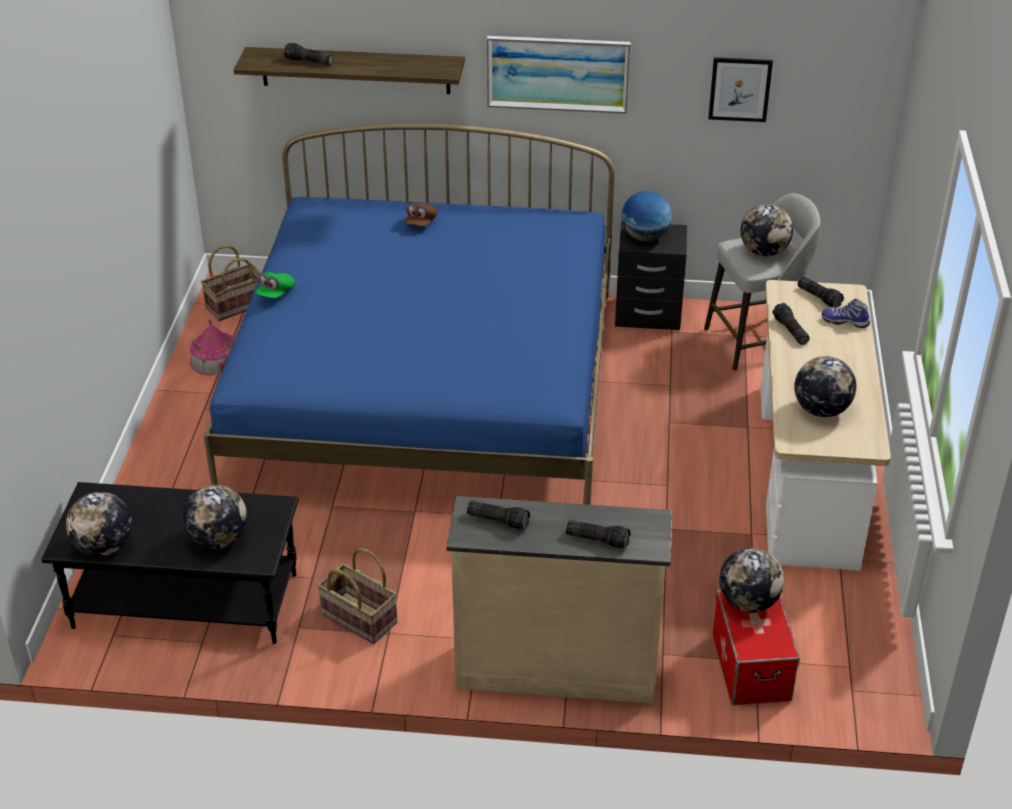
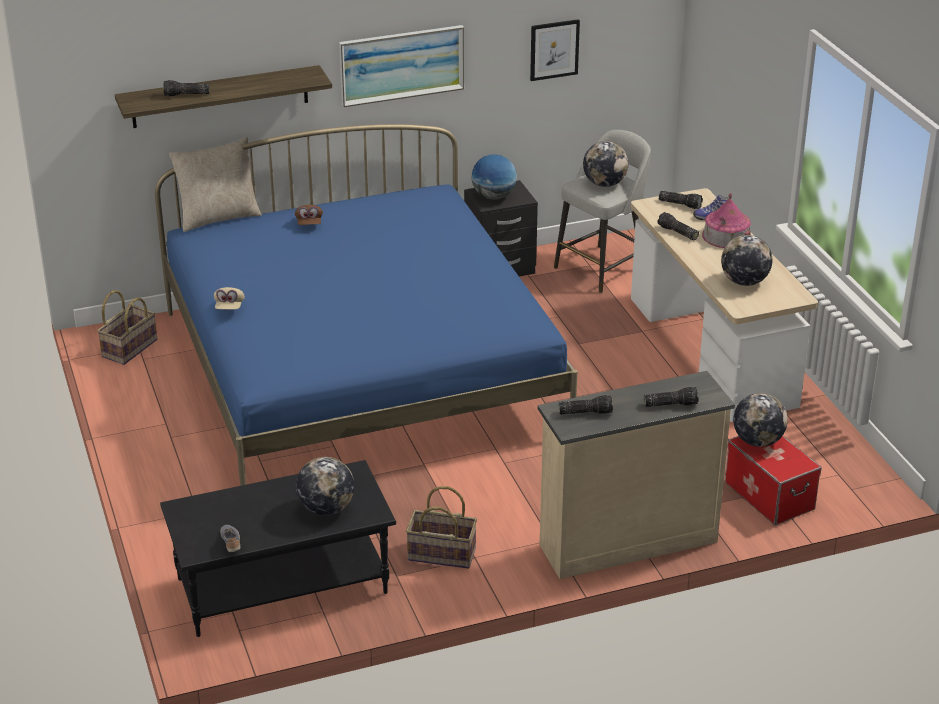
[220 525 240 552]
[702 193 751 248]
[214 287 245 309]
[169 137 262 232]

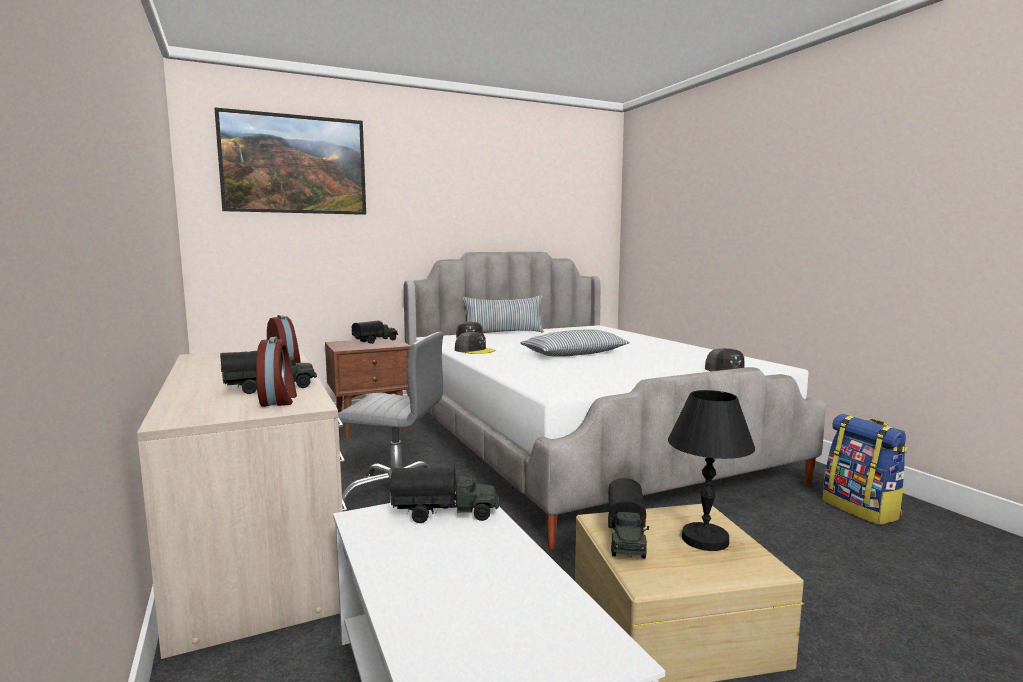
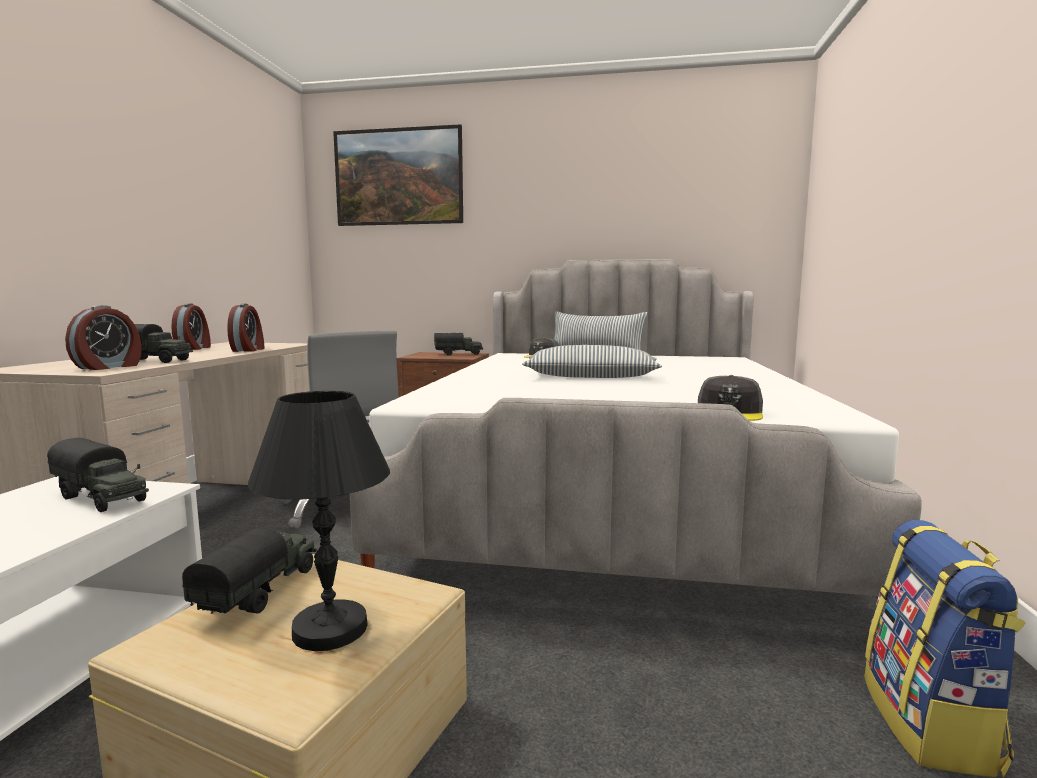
[455 332 495 354] (first image)
[182 528 317 614]
[171 303 211 350]

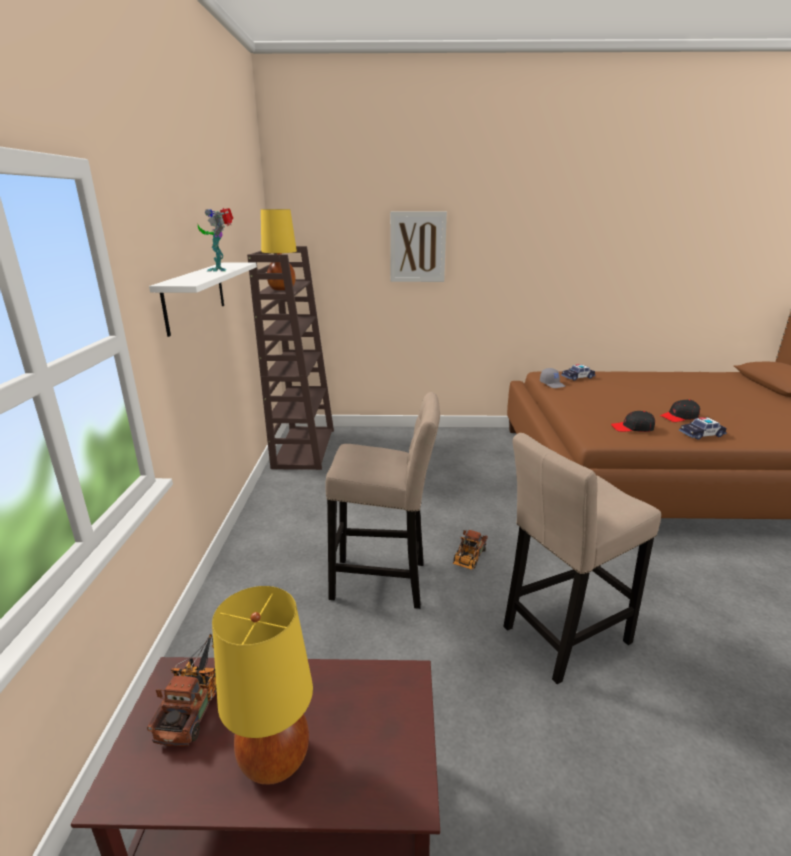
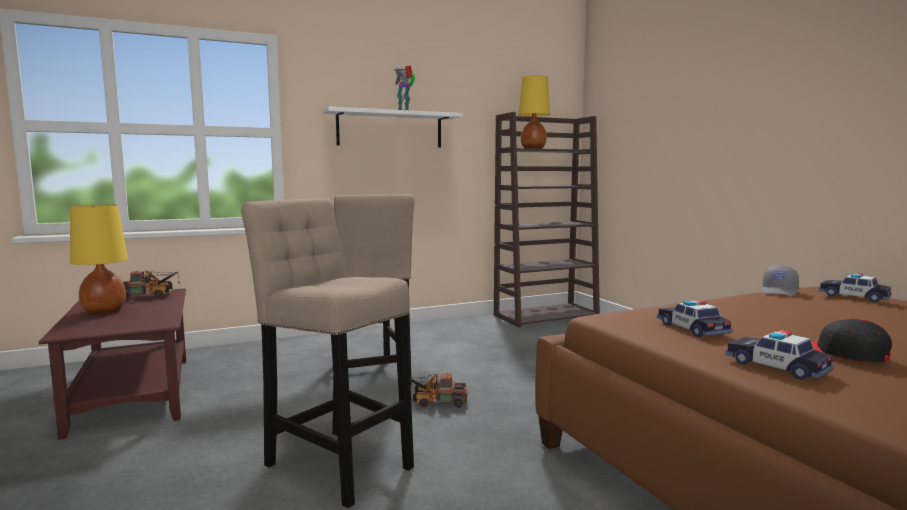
[390 212 447 282] (first image)
[657 300 733 337]

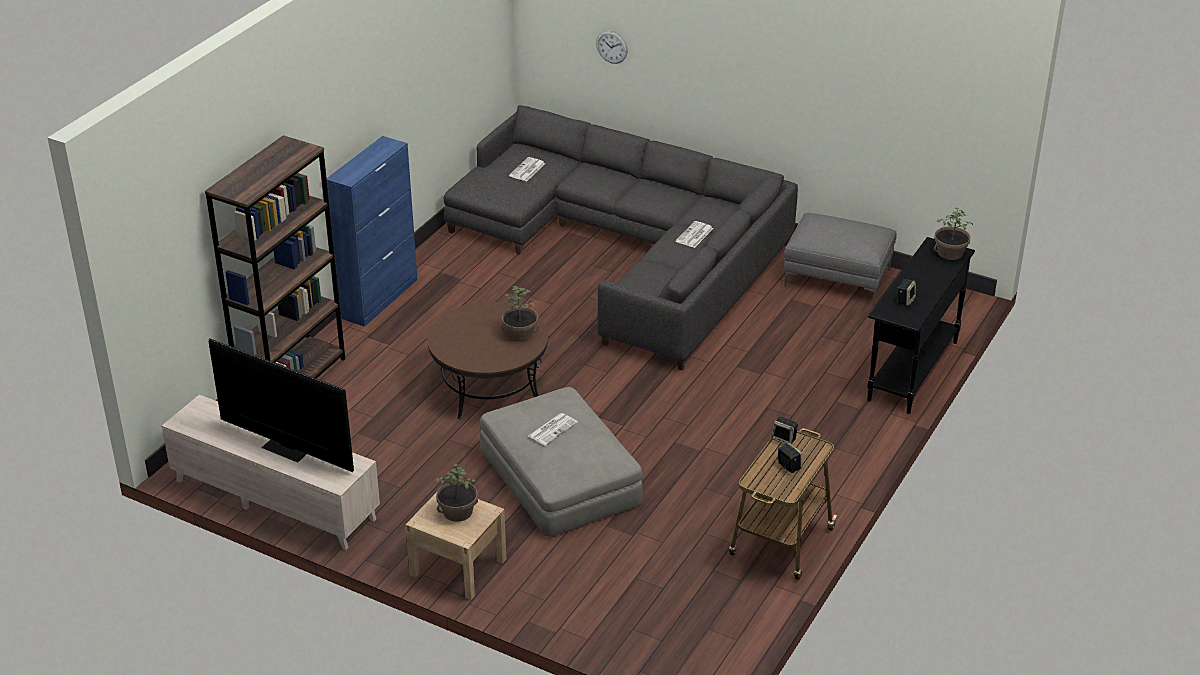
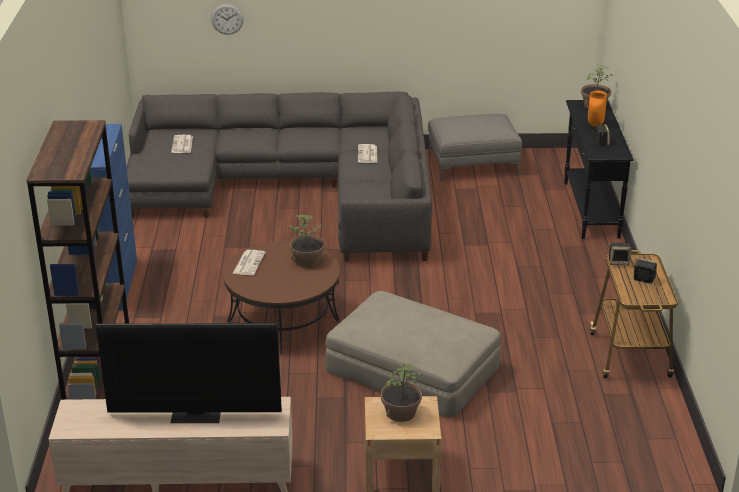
[233 250 266 275]
[588 91 607 127]

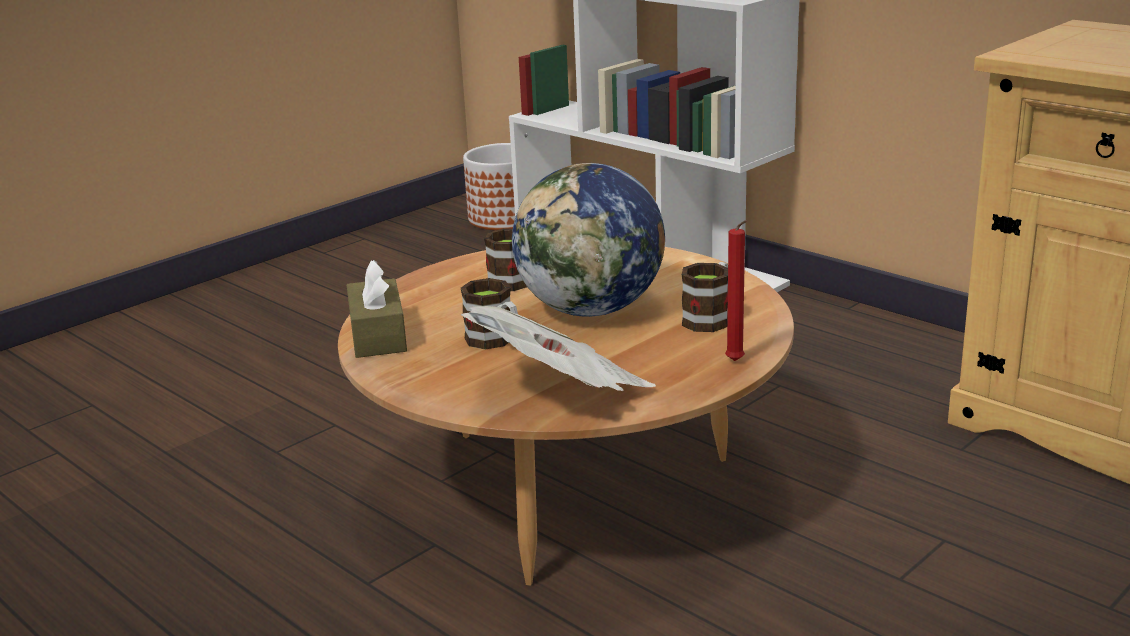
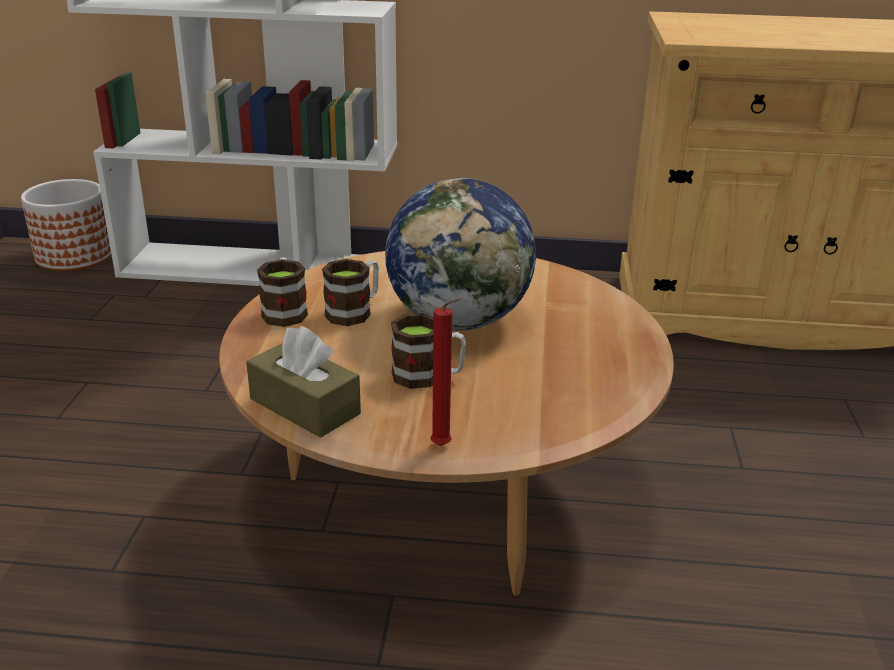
[460 306 656 391] (first image)
[257 257 308 327]
[430 298 461 446]

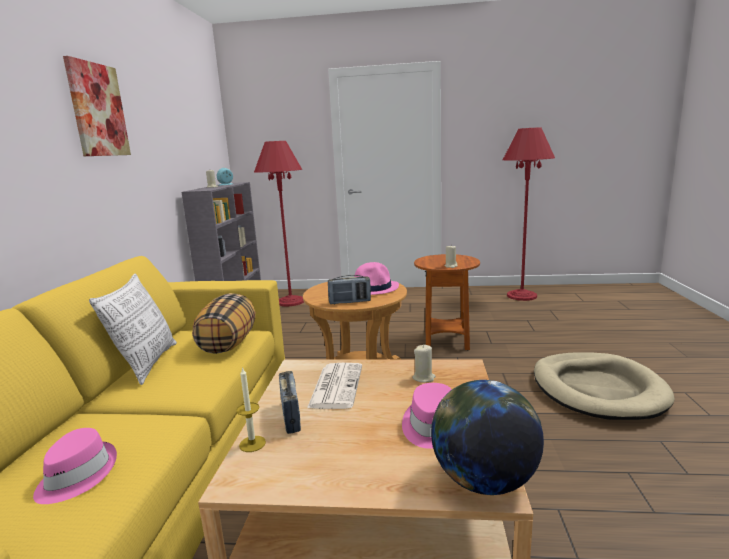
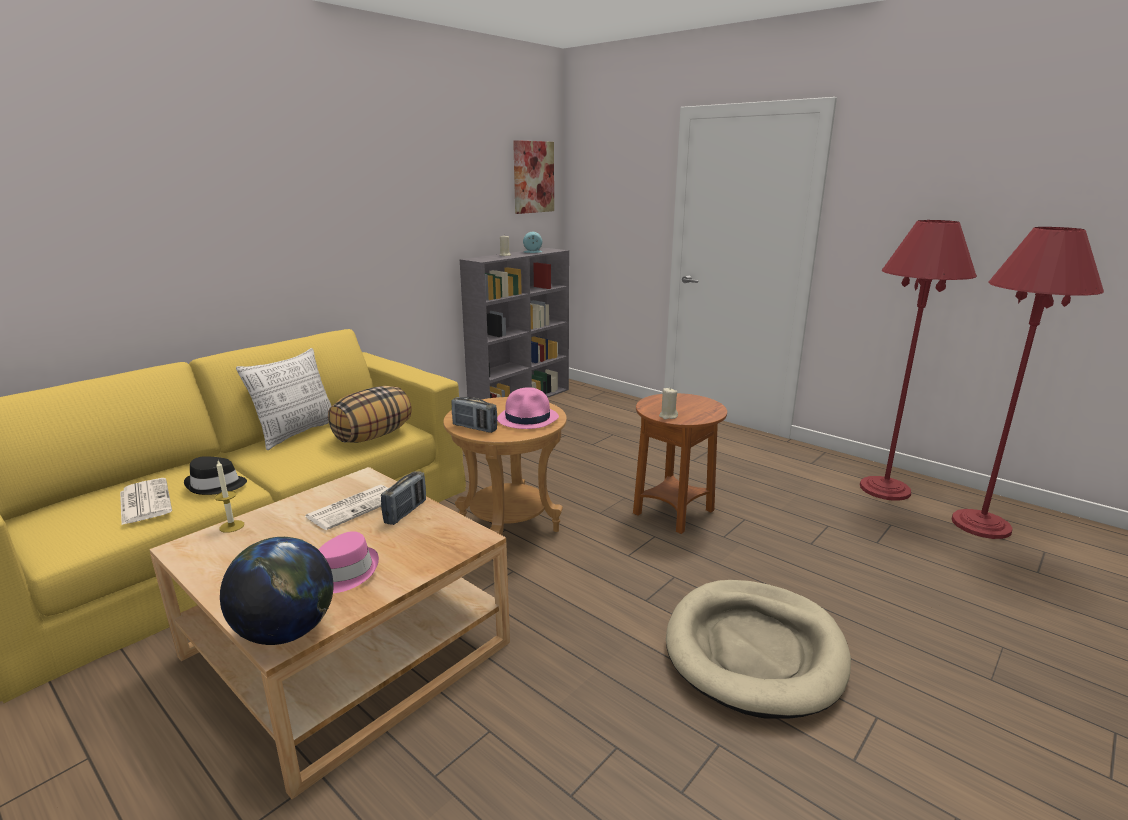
[120 478 172 525]
[513 140 554 214]
[951 227 1104 539]
[381 471 426 525]
[413 344 436 383] (first image)
[184 456 247 495]

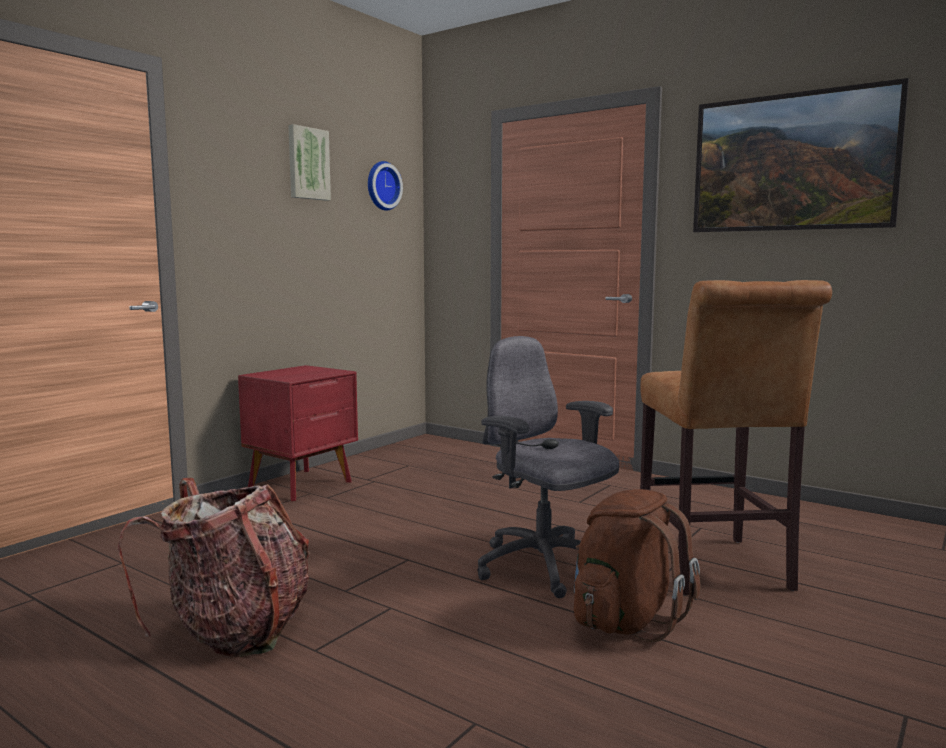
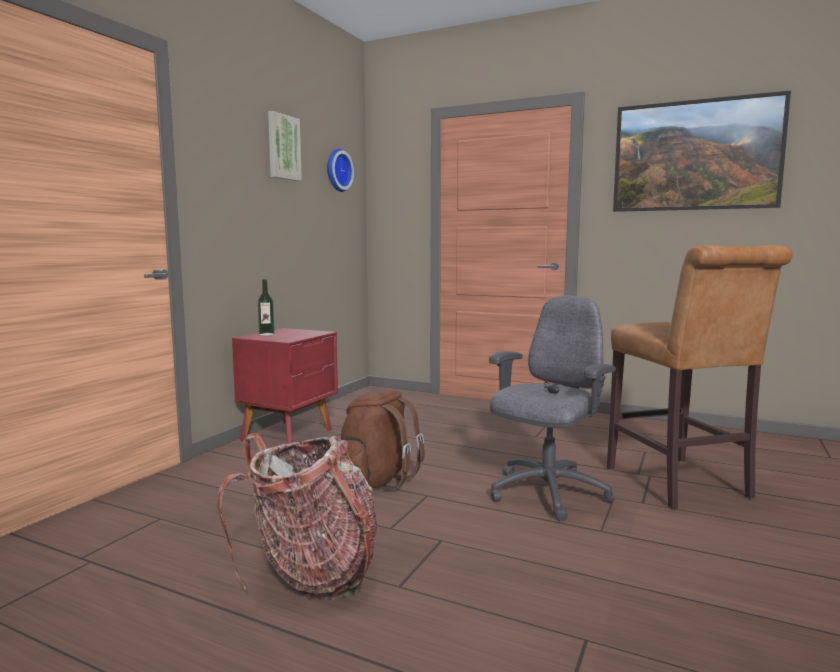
[489 295 616 521]
[341 389 425 491]
[258 279 275 336]

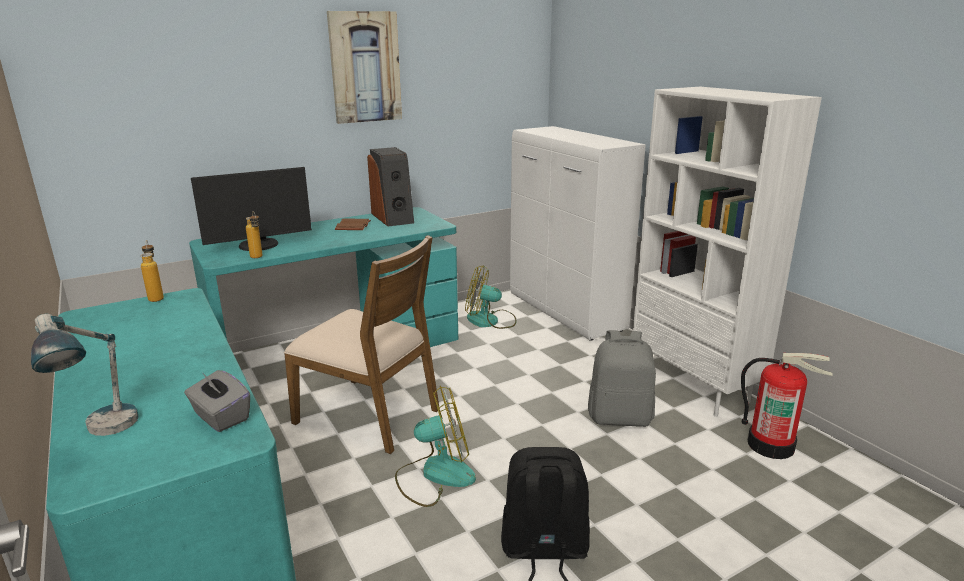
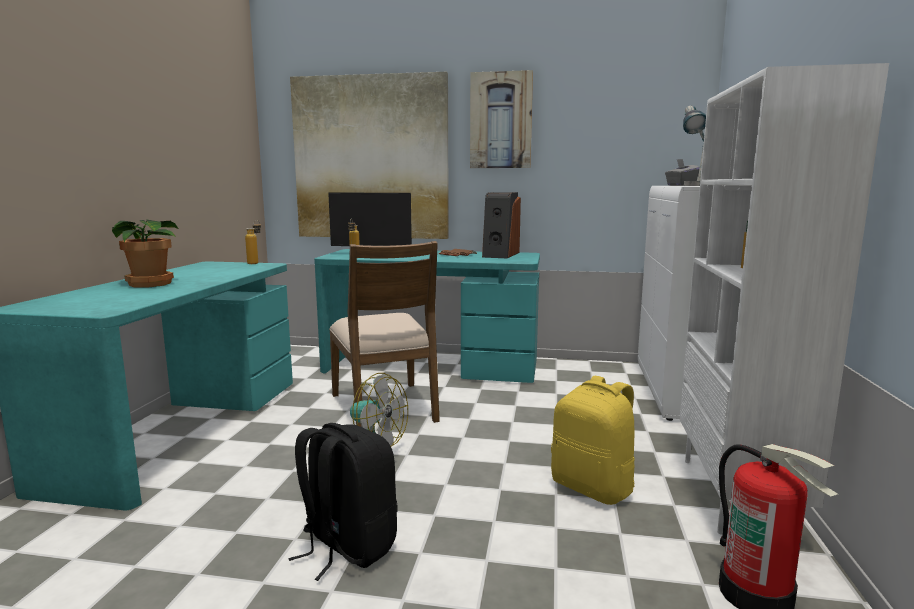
[683 106 706 186]
[665 159 700 186]
[465 265 517 329] (first image)
[551 376 635 505]
[112 220 179 288]
[290 72 449 239]

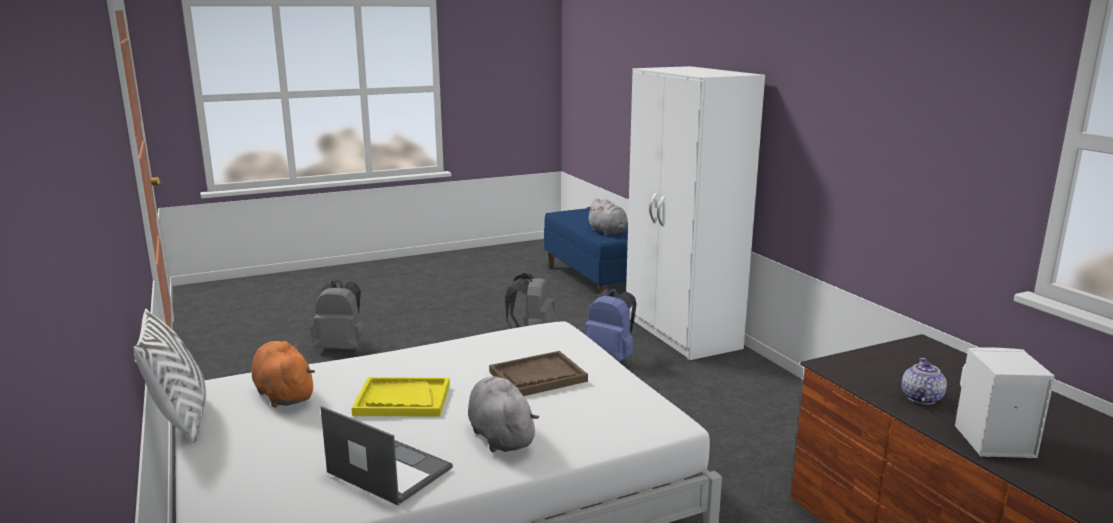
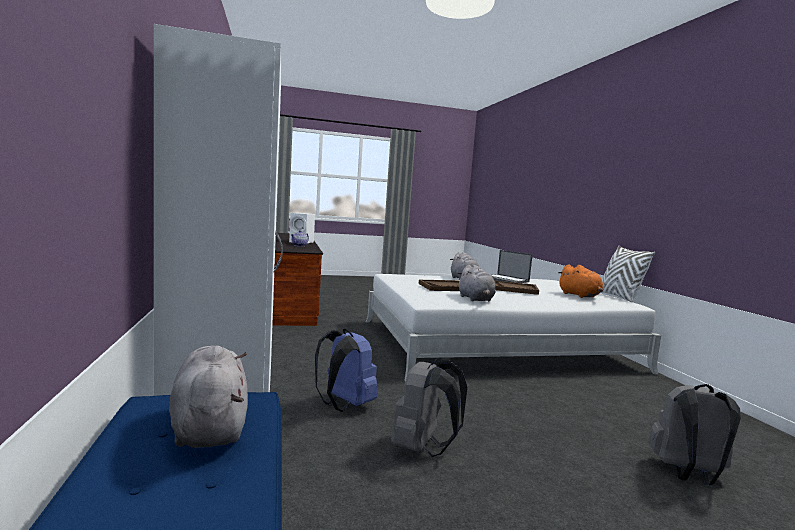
[494 280 539 295]
[458 265 496 302]

